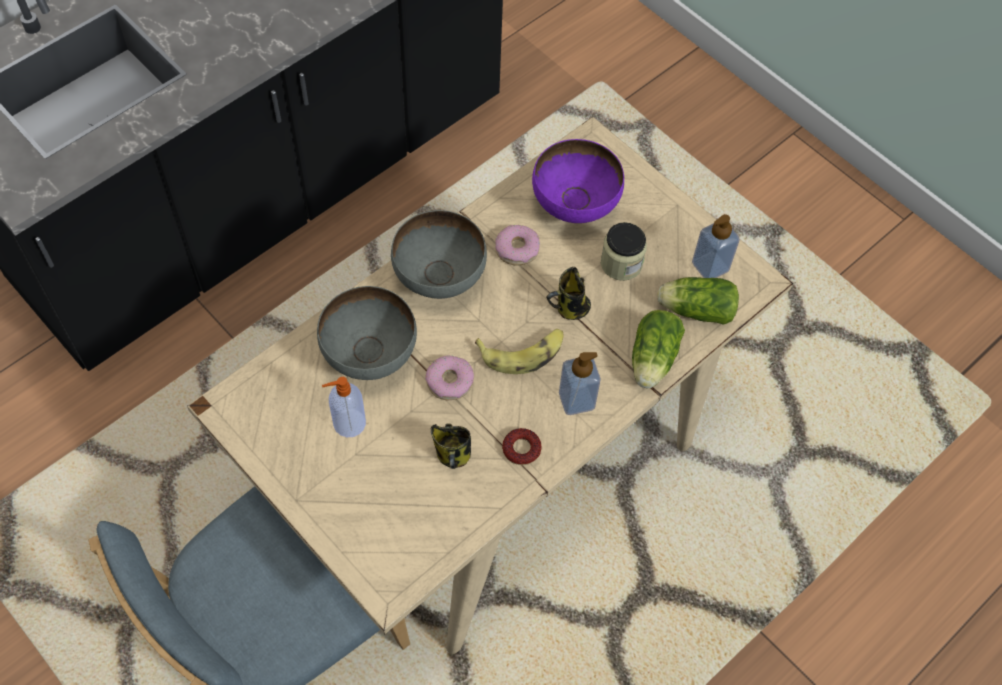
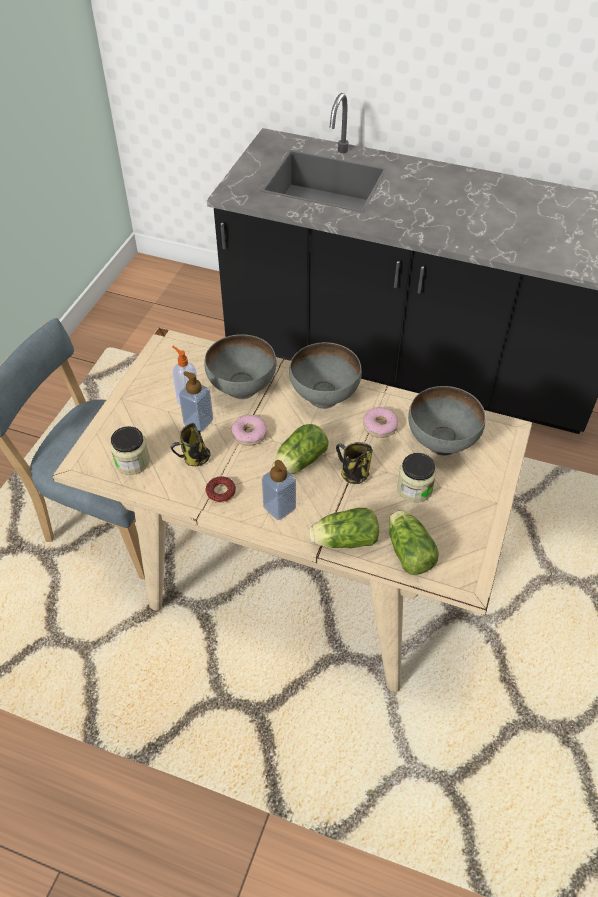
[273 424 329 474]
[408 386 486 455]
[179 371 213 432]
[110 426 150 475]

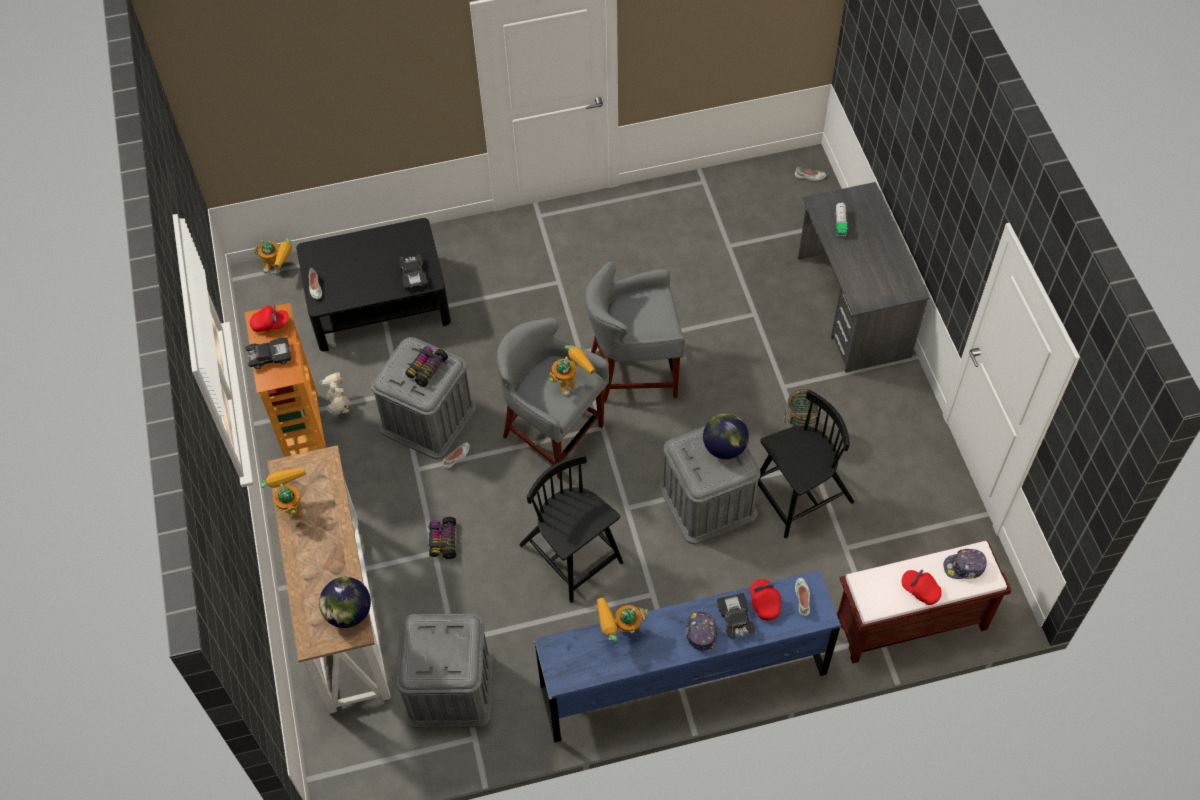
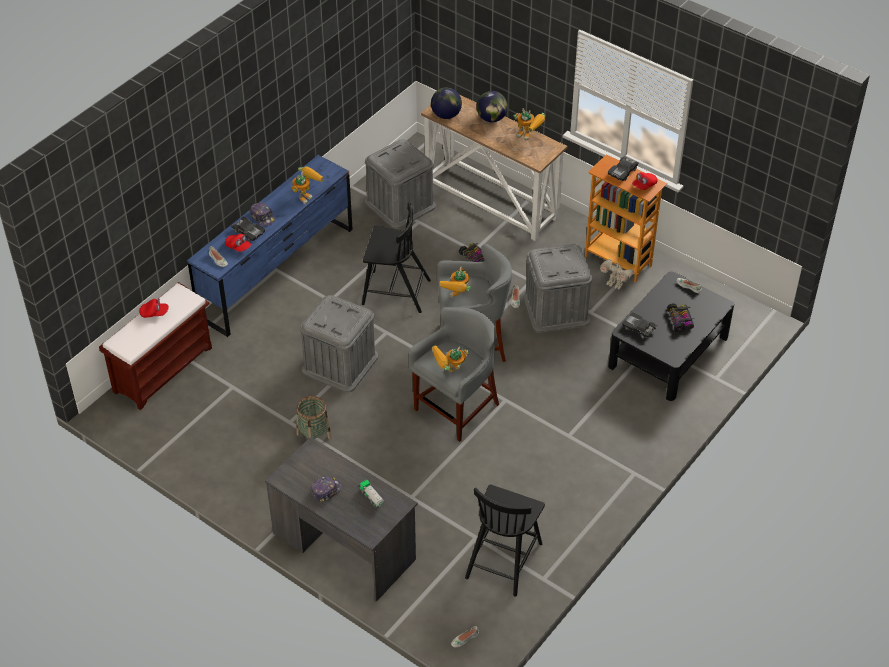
[432 346 469 372]
[667 304 695 333]
[476 91 508 122]
[465 484 545 597]
[311 476 342 502]

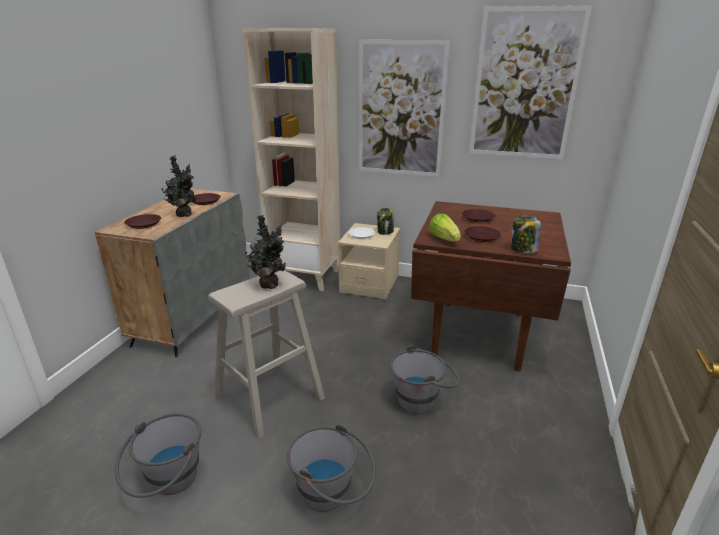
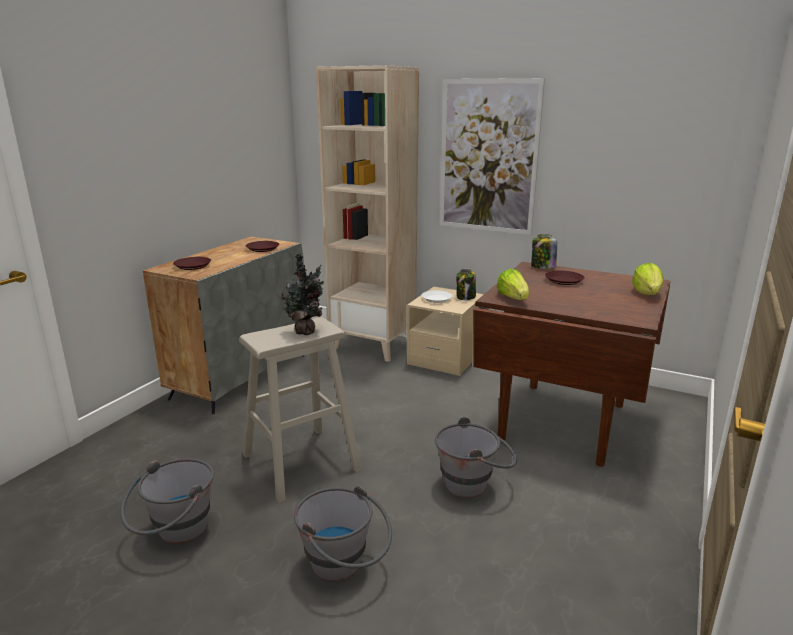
[162 156 197 217] (first image)
[464 226 501 242] (first image)
[469 5 592 159] (first image)
[531 234 557 269]
[632 263 663 295]

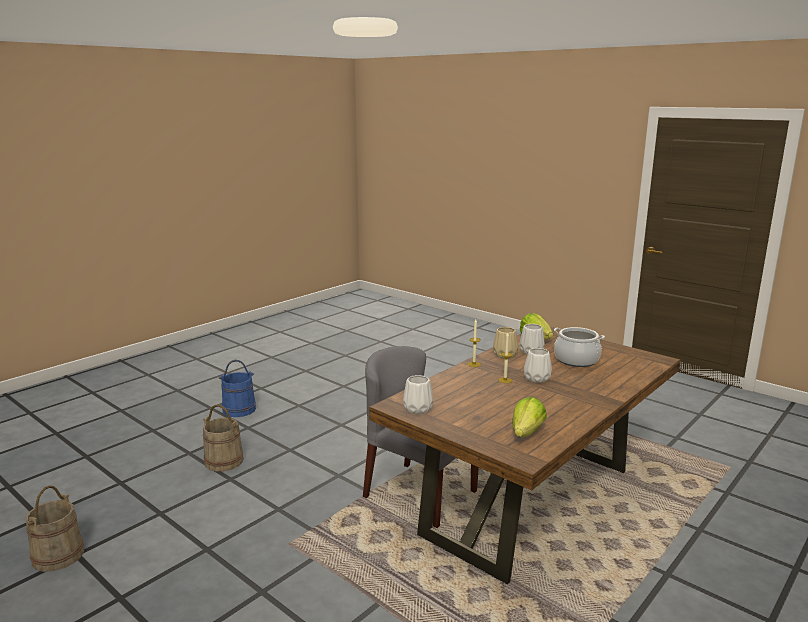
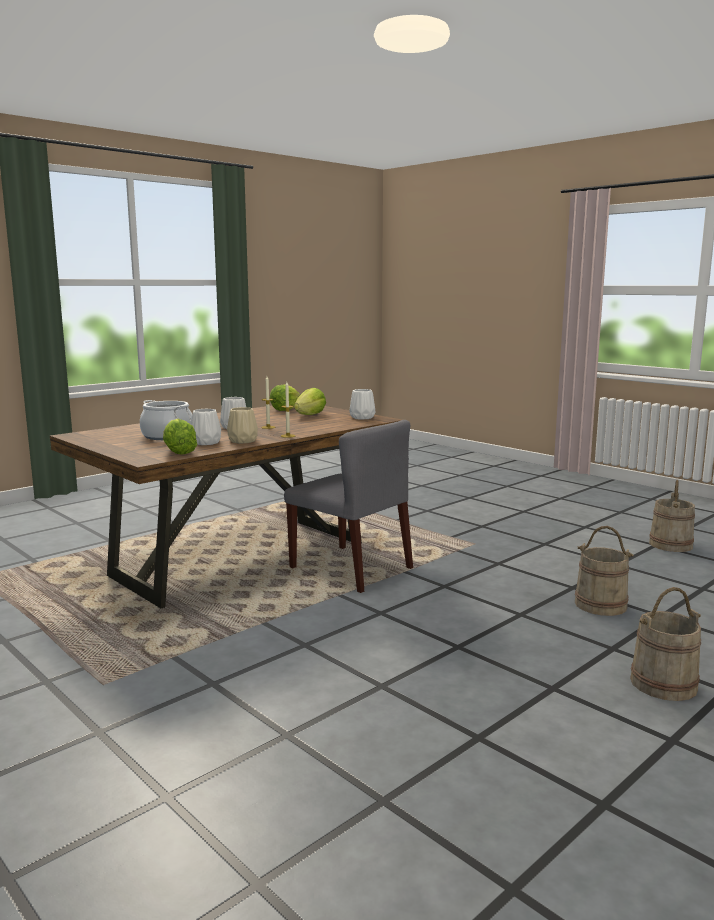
[630 587 701 701]
[294 388 326 415]

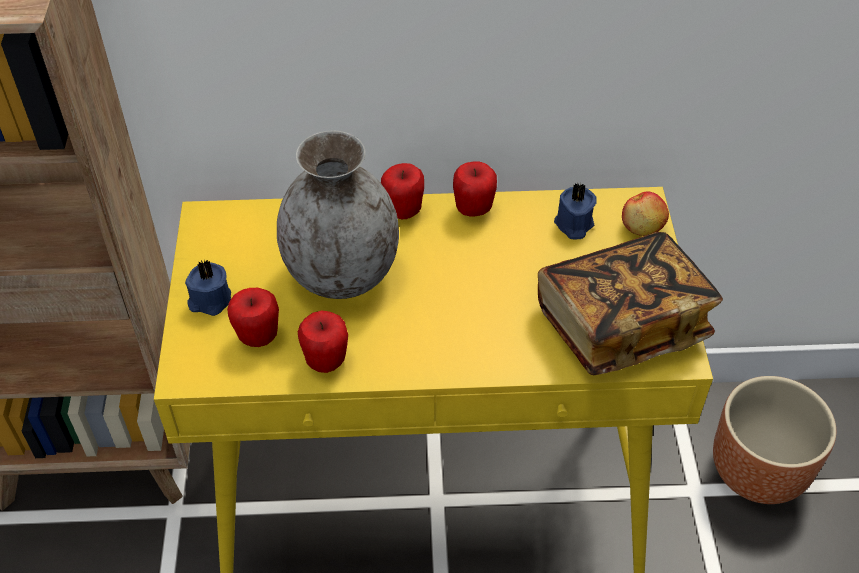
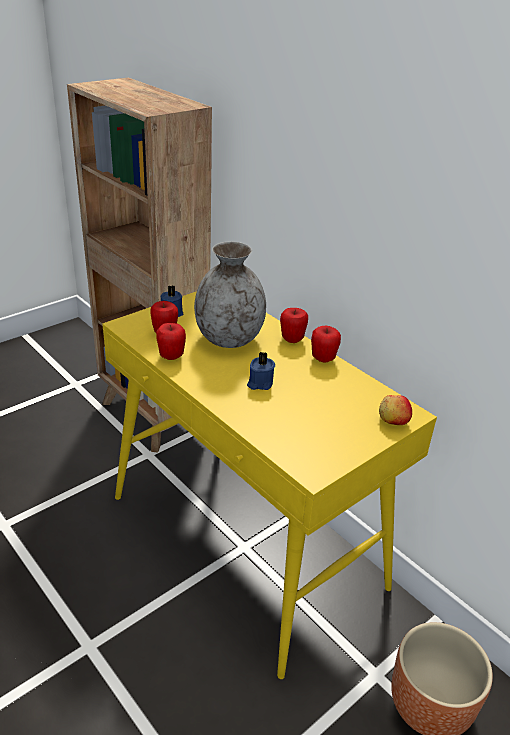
[538 232 723 375] (first image)
[247 352 275 390]

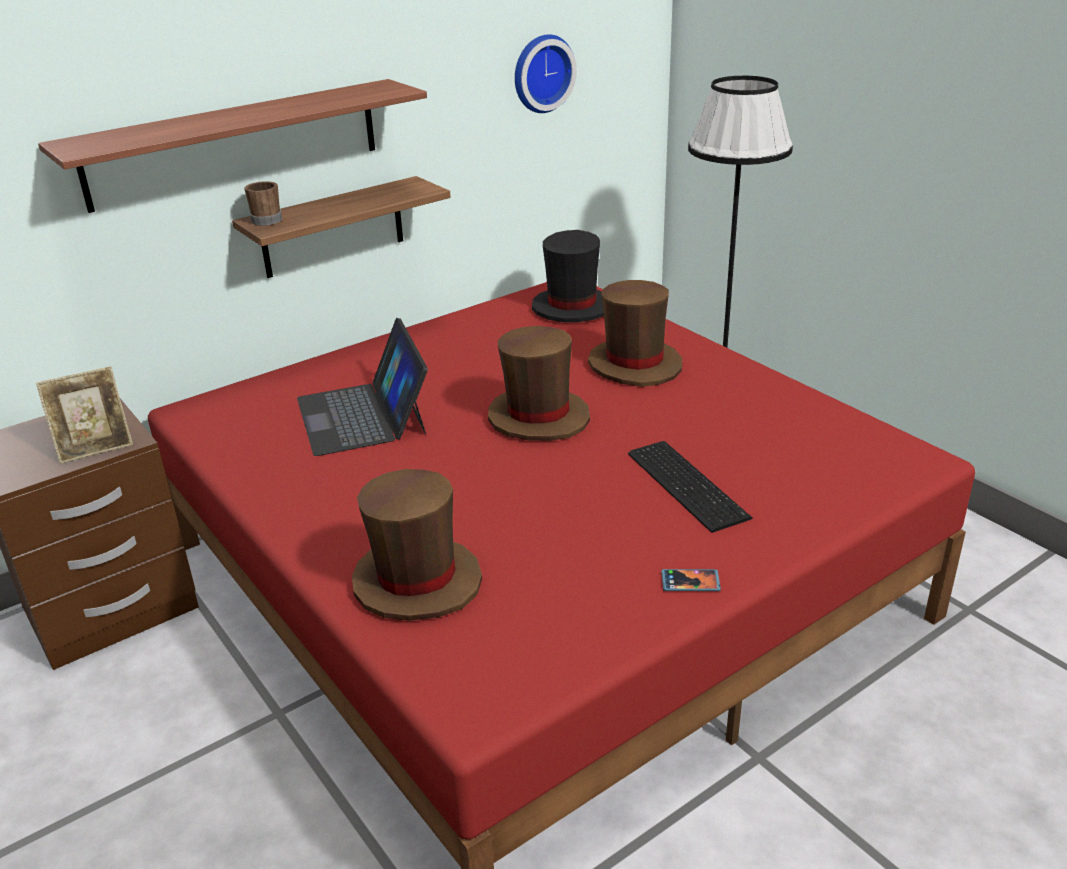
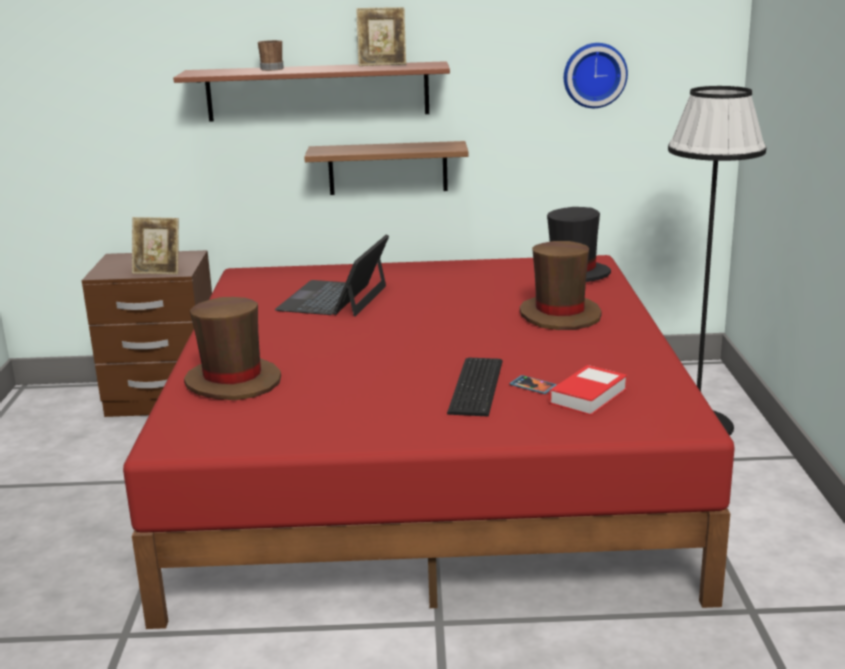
[258 40 284 71]
[488 326 590 441] (first image)
[510 375 557 394]
[356 7 406 66]
[549 365 627 415]

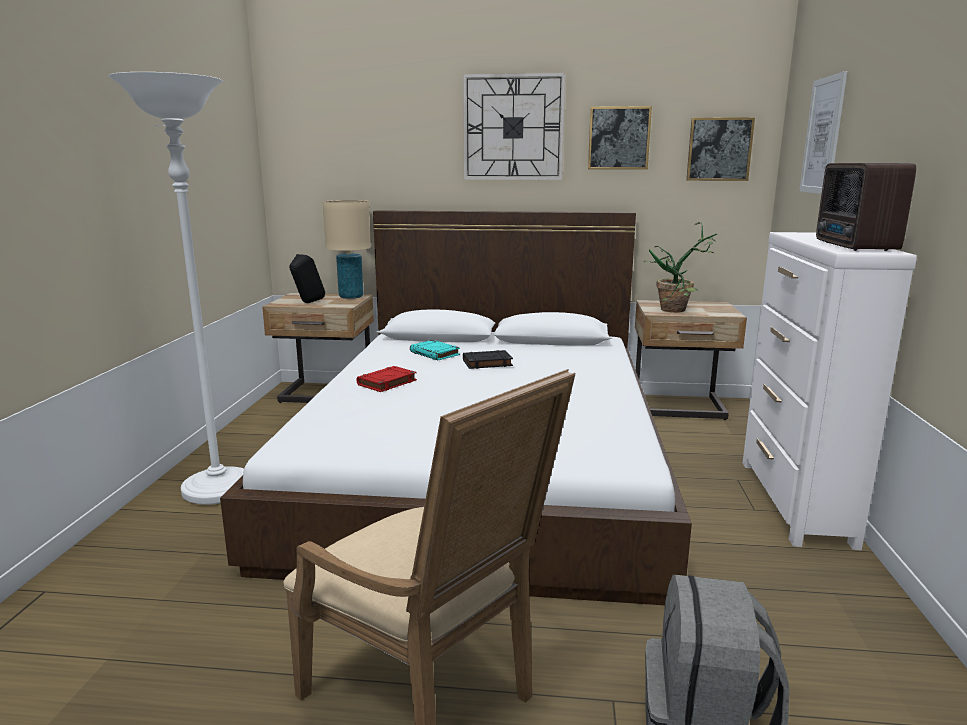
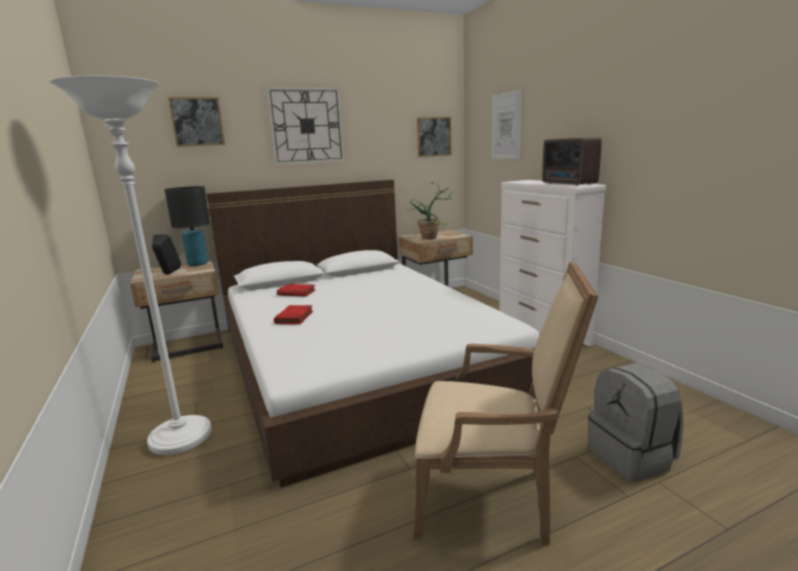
[164 186 210 266]
[277 284 316 297]
[463 350 513 369] (first image)
[168 97 225 147]

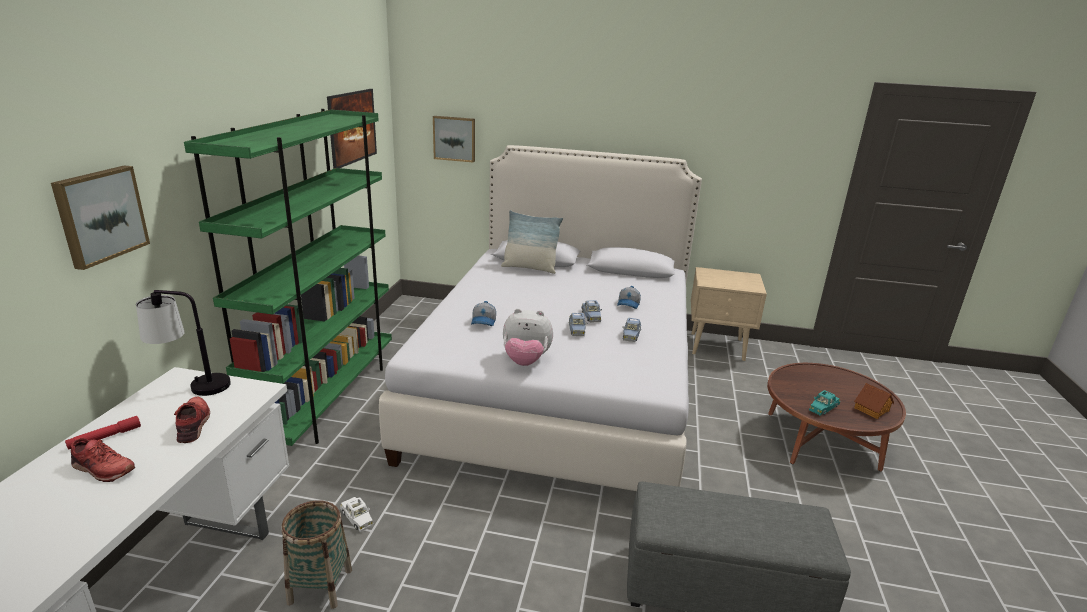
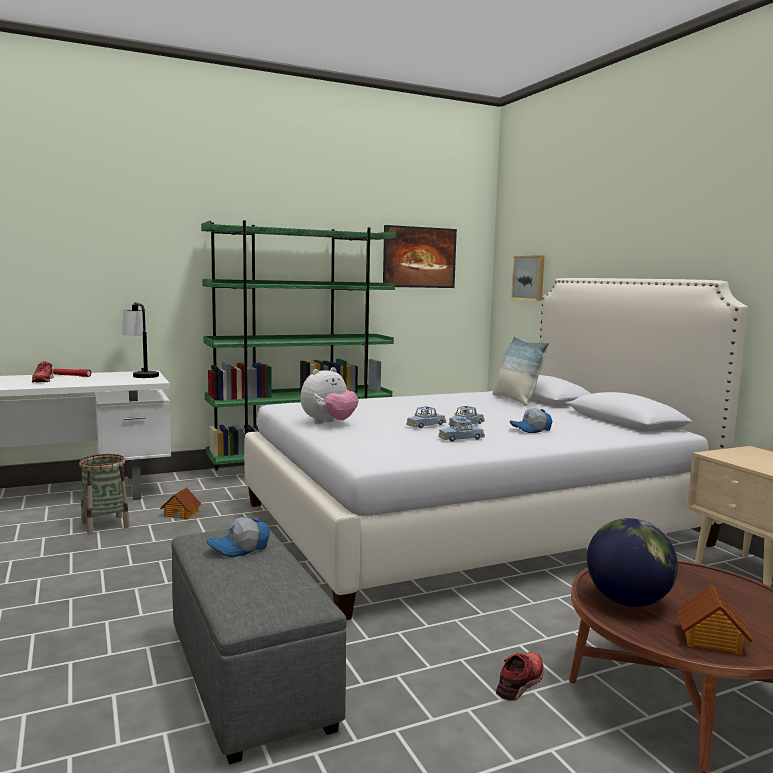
[51 165 150 270] (first image)
[496 652 544 701]
[160 487 201 519]
[206 517 270 557]
[301 367 358 424]
[587 518 678 607]

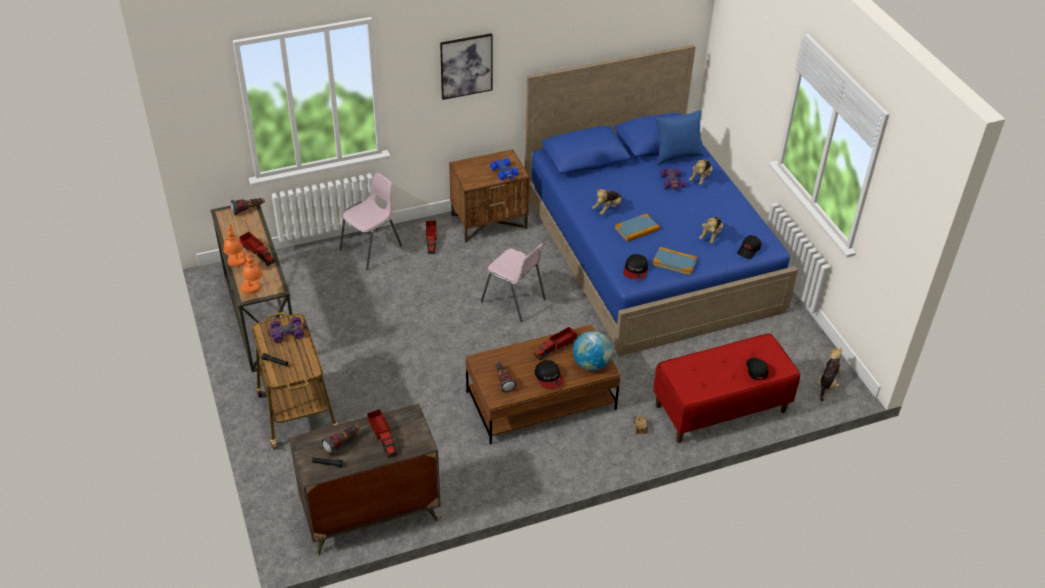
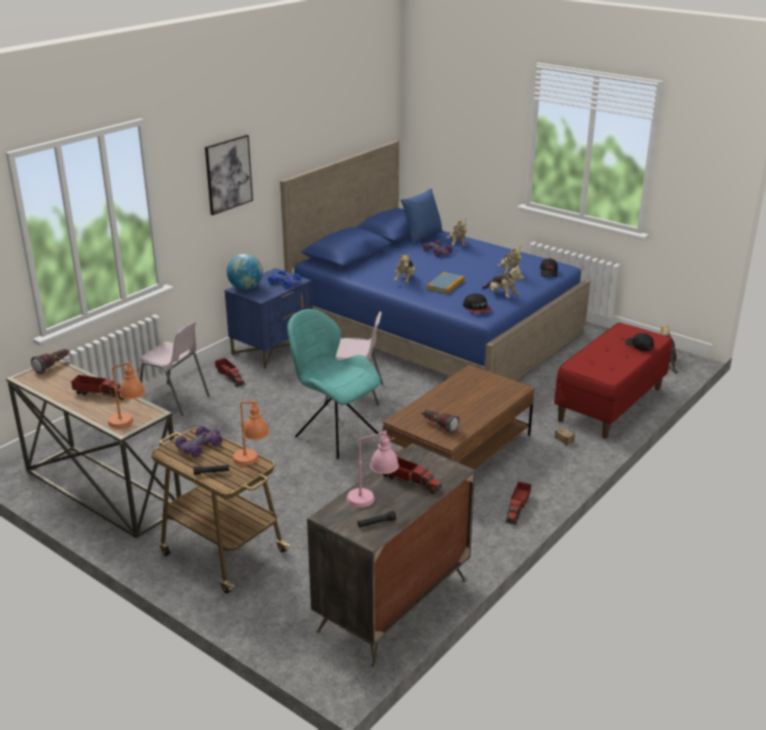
[232 400 269 466]
[346 430 399 508]
[140 322 210 416]
[224 268 313 369]
[506 482 531 525]
[534 360 564 389] (first image)
[227 254 263 290]
[482 264 524 298]
[287 309 381 459]

